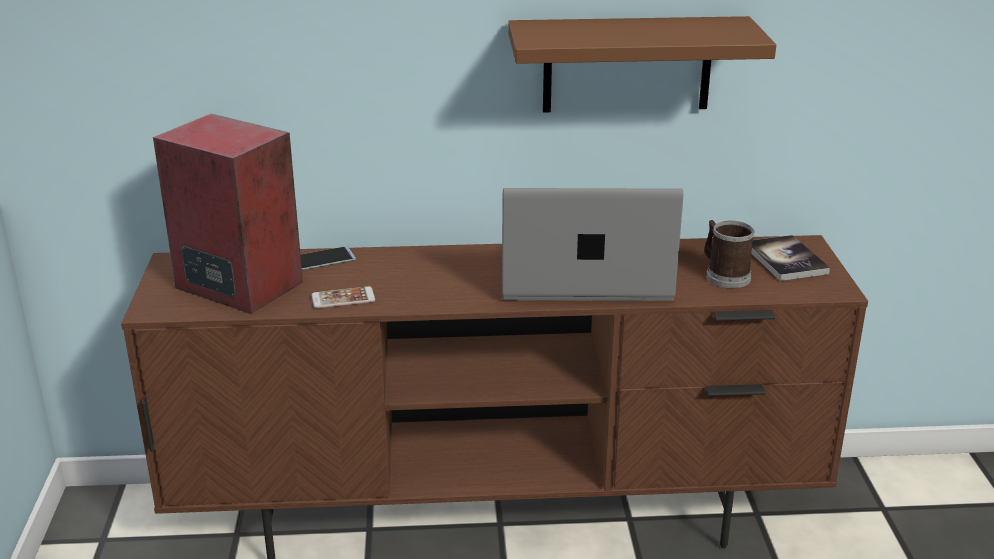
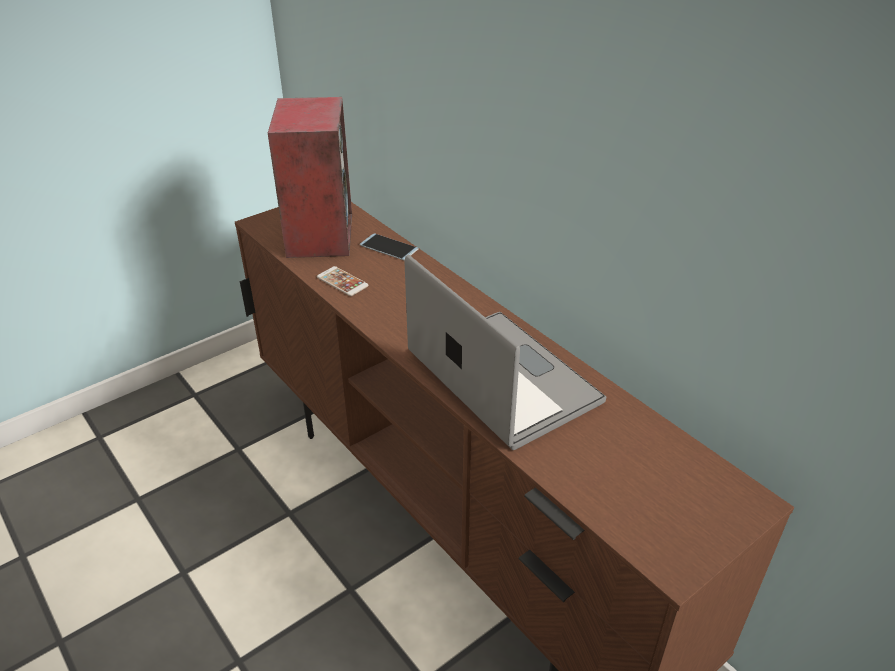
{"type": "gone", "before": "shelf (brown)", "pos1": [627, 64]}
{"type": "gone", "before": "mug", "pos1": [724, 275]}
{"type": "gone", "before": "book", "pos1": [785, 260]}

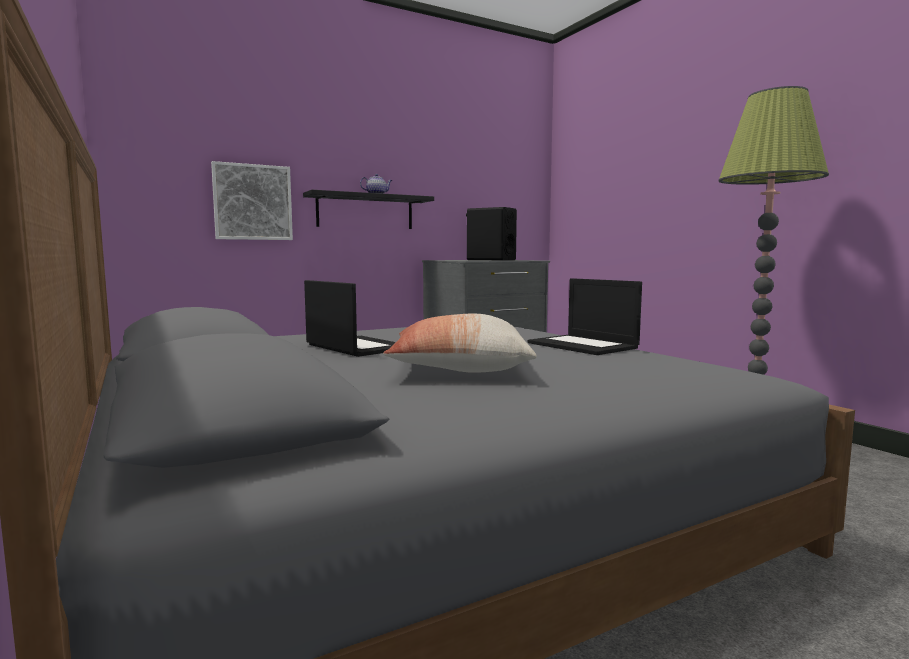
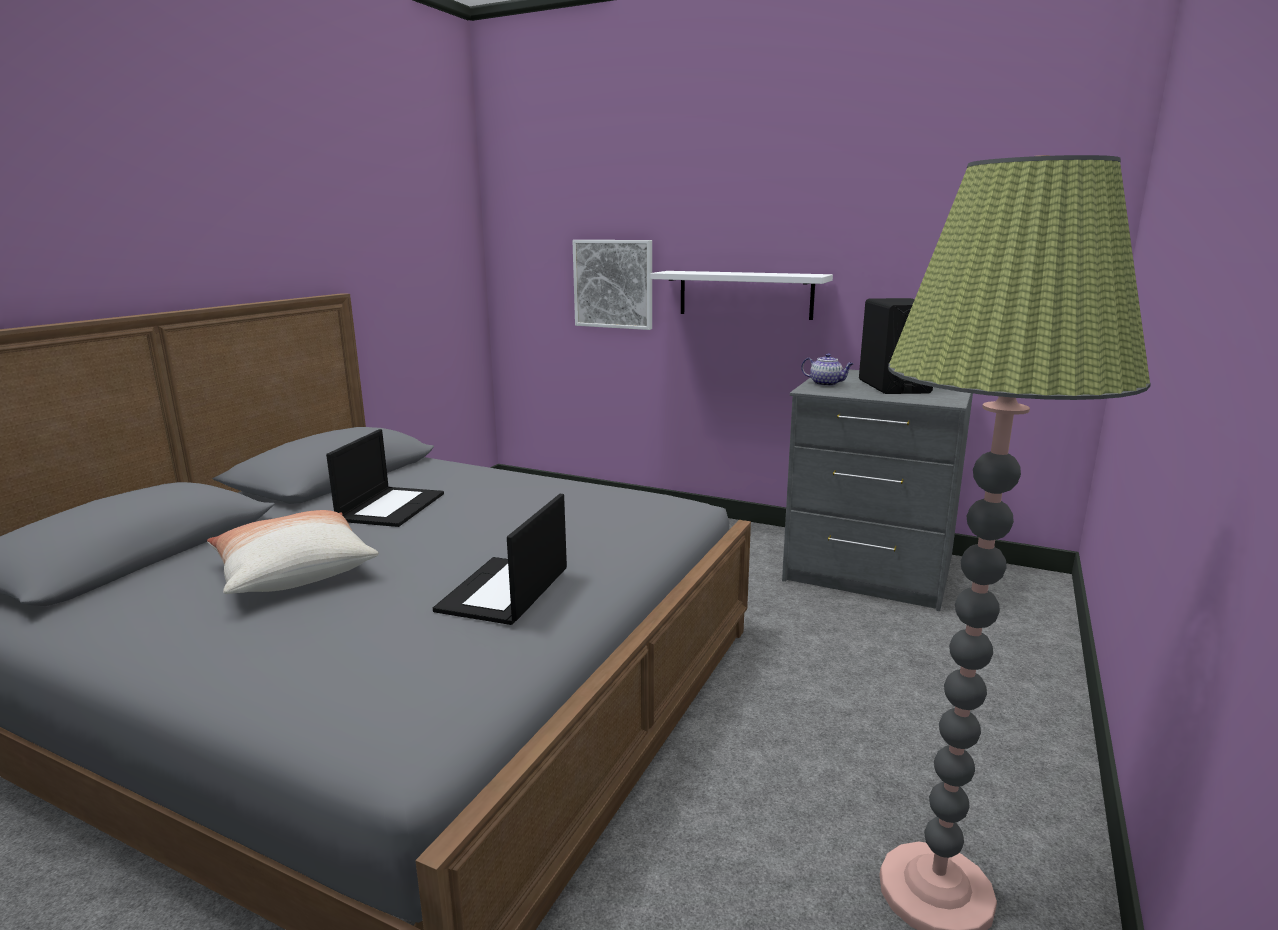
{"type": "repainted", "before": "shelf (black)", "after": "shelf (white)", "pos1": [365, 212], "pos2": [745, 294]}
{"type": "shifted", "before": "teapot", "pos1": [376, 194], "pos2": [826, 384]}

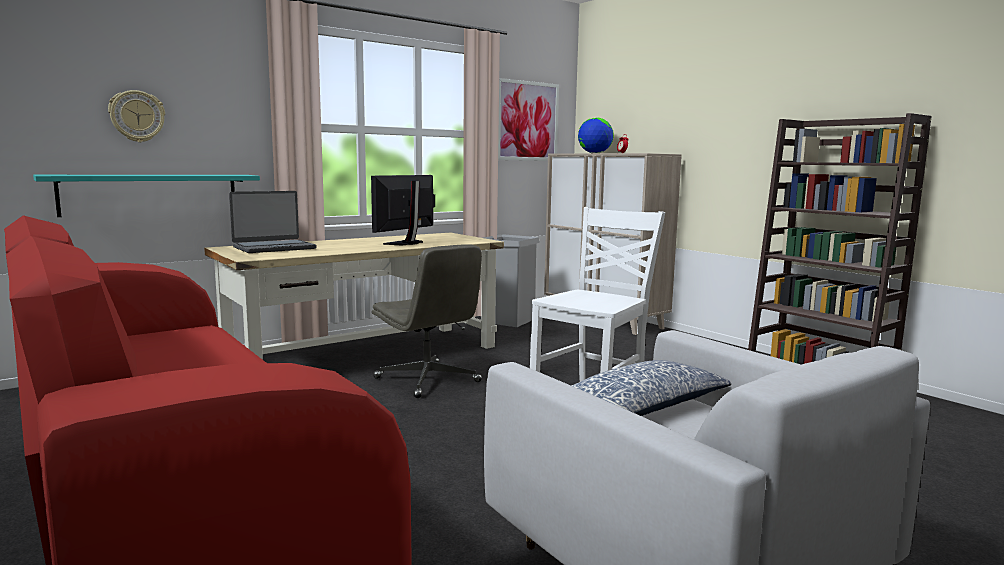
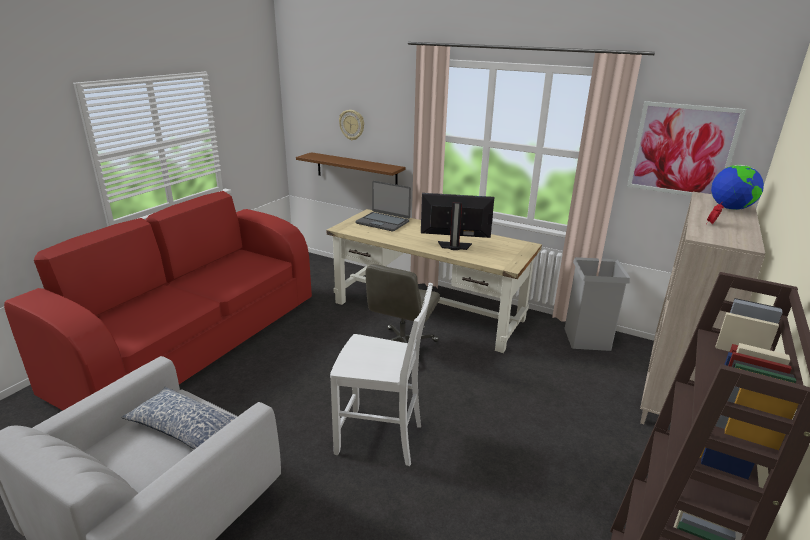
{"type": "repainted", "before": "shelf (turquoise)", "after": "shelf (brown)", "pos1": [151, 194], "pos2": [356, 170]}

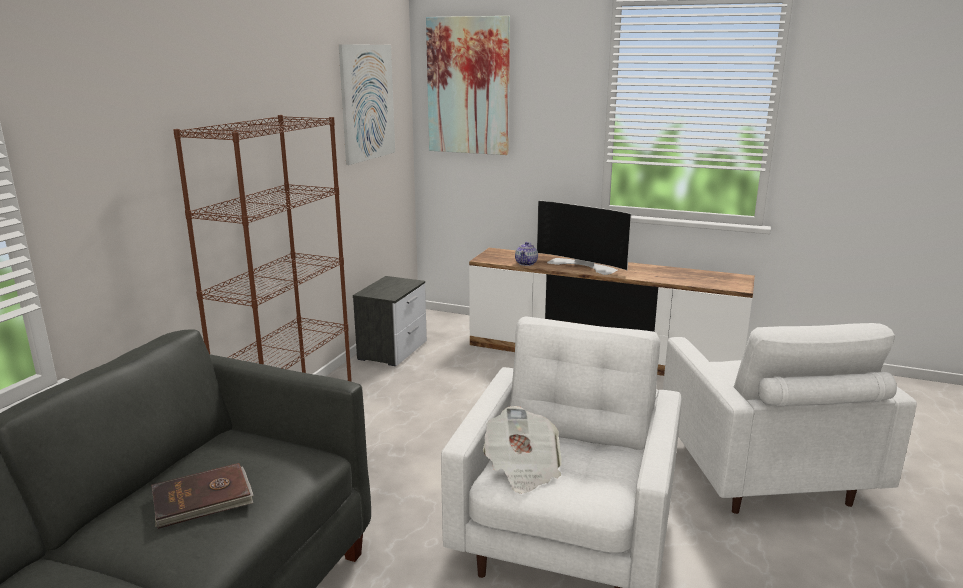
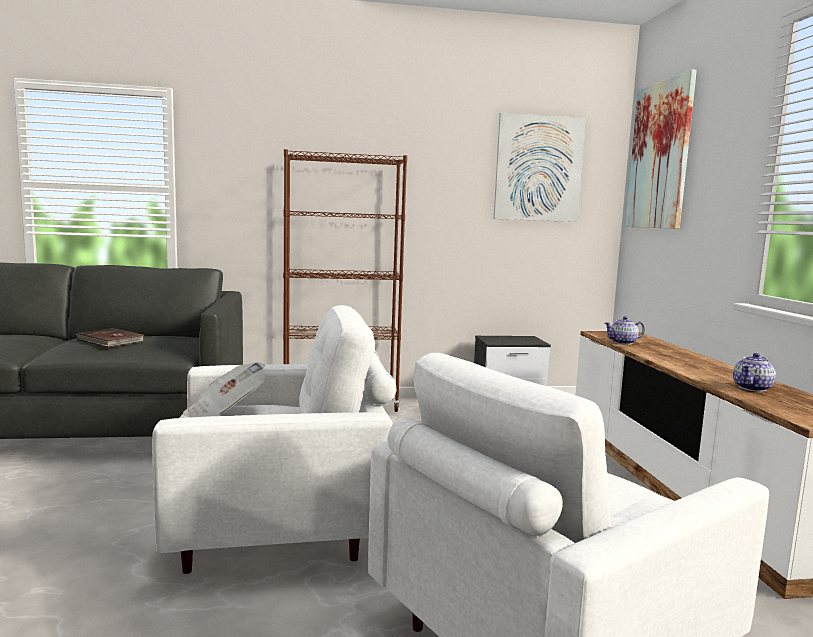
{"type": "new", "after": "teapot", "pos2": [752, 388]}
{"type": "gone", "before": "television", "pos1": [583, 265]}

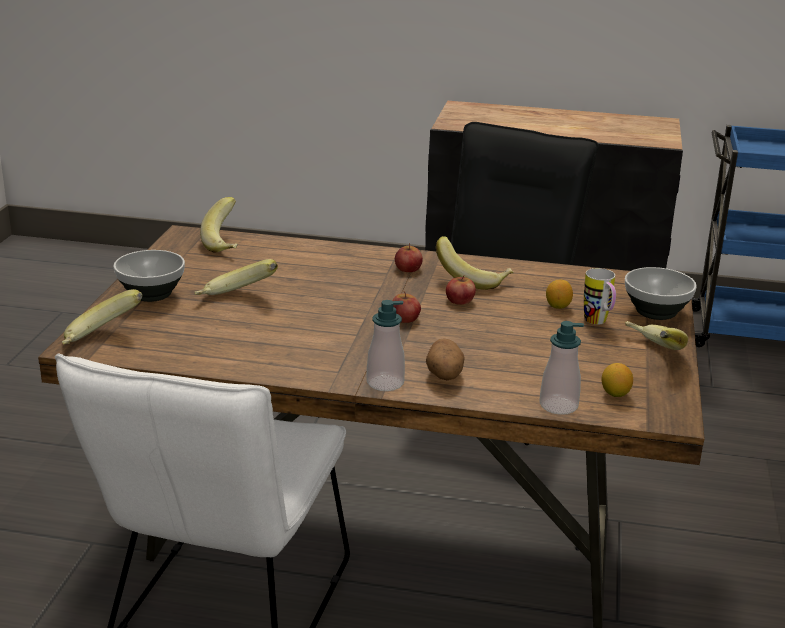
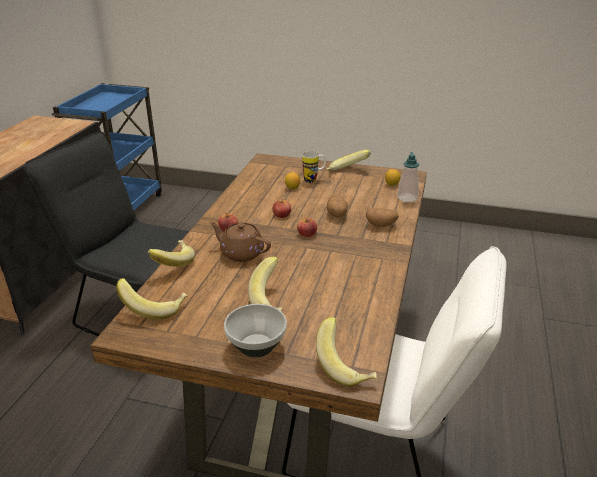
{"type": "shifted", "before": "banana", "pos1": [473, 280], "pos2": [172, 263]}
{"type": "new", "after": "teapot (brown)", "pos2": [241, 253]}
{"type": "new", "after": "potato", "pos2": [337, 215]}
{"type": "gone", "before": "soap dispenser", "pos1": [385, 383]}
{"type": "gone", "before": "bowl", "pos1": [657, 311]}

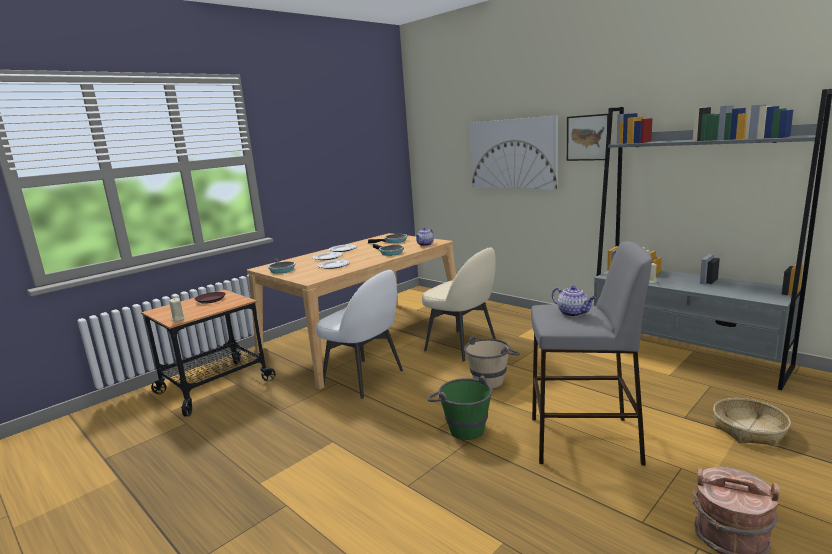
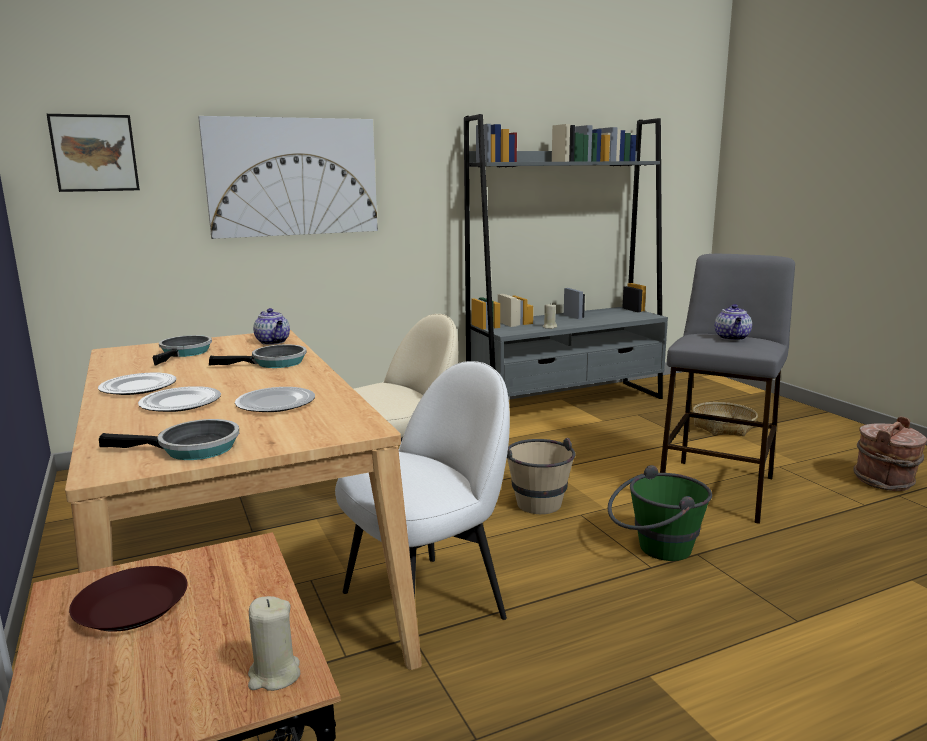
{"type": "shifted", "before": "picture", "pos1": [587, 137], "pos2": [94, 153]}
{"type": "rotated", "before": "teapot", "pos1": [573, 313], "pos2": [732, 338], "turn": 120}

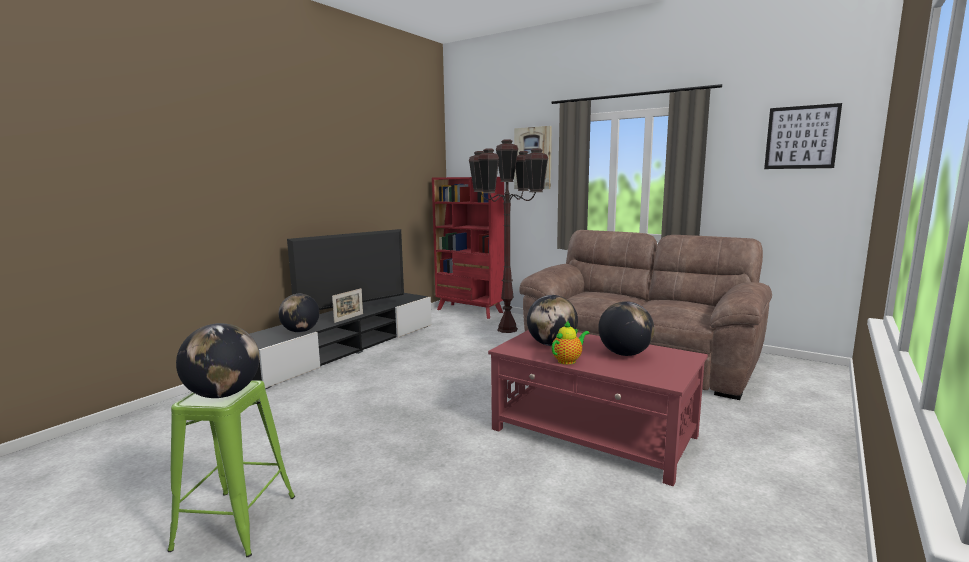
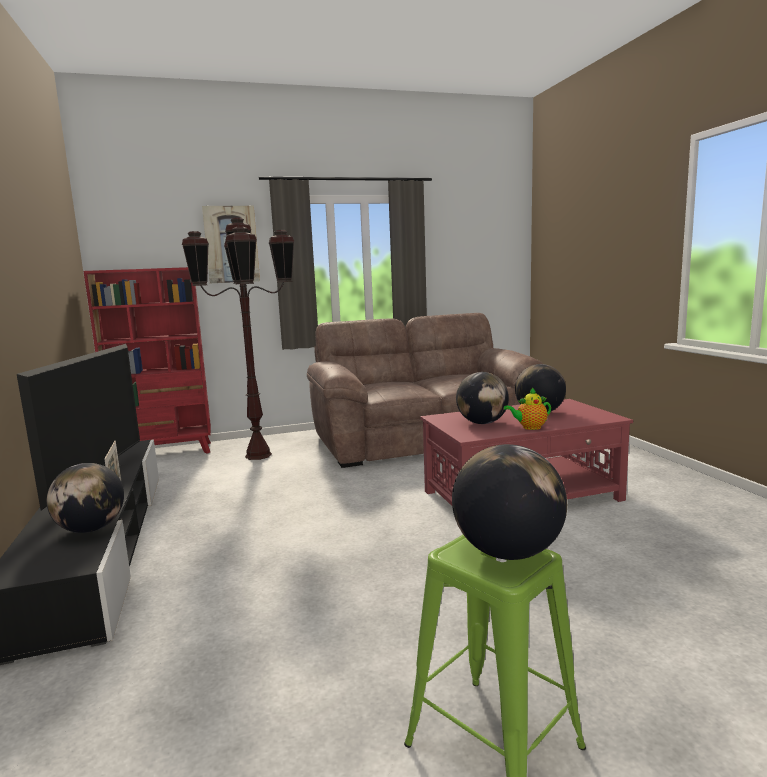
{"type": "rotated", "before": "teapot", "pos1": [568, 360], "pos2": [529, 427], "turn": -105}
{"type": "gone", "before": "picture", "pos1": [801, 137]}

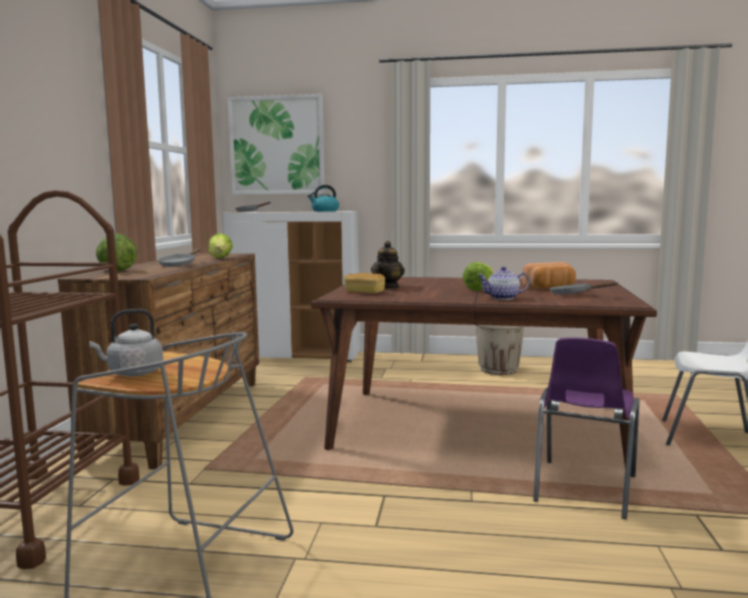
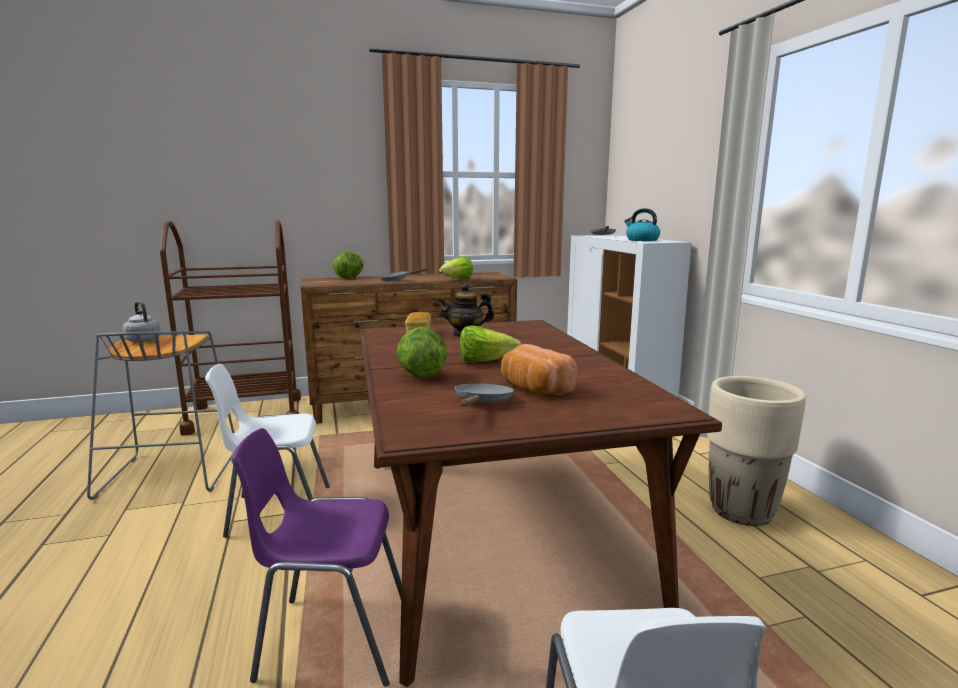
{"type": "new", "after": "chair (white)", "pos2": [277, 511]}
{"type": "swapped", "before": "teapot", "after": "lettuce", "pos1": [503, 298], "pos2": [420, 375]}
{"type": "gone", "before": "picture", "pos1": [277, 145]}

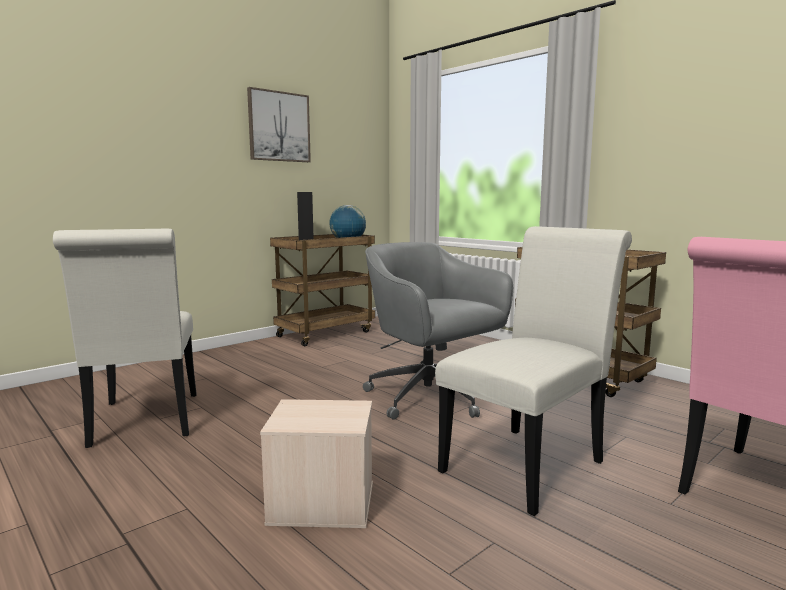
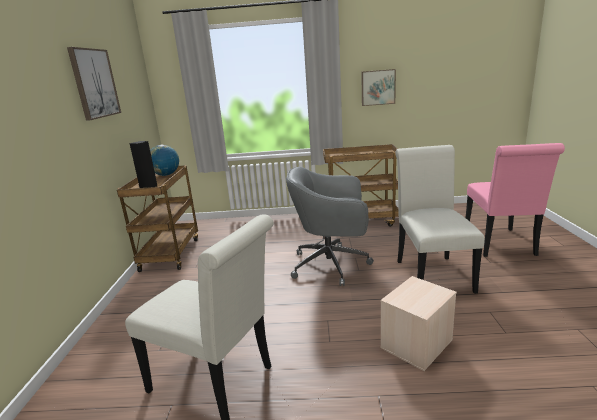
{"type": "new", "after": "picture", "pos2": [378, 87]}

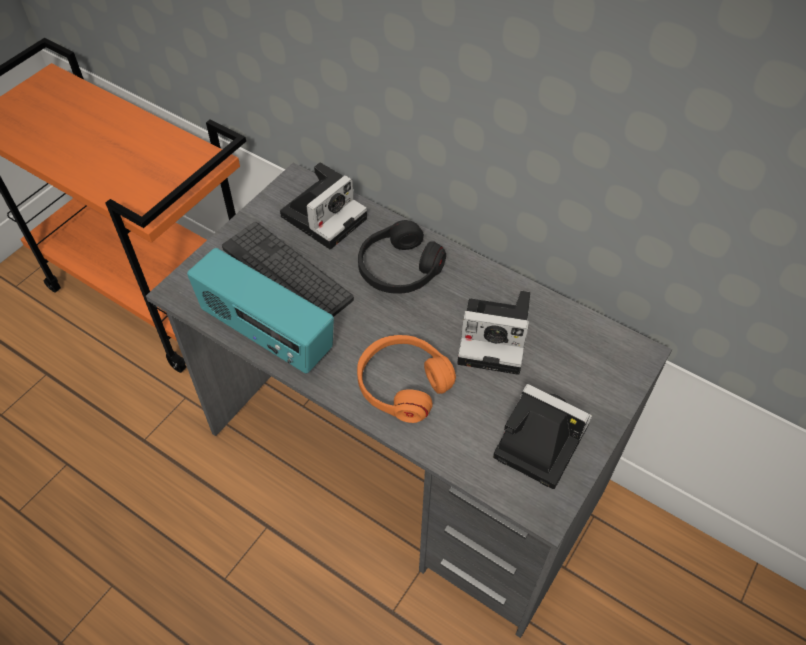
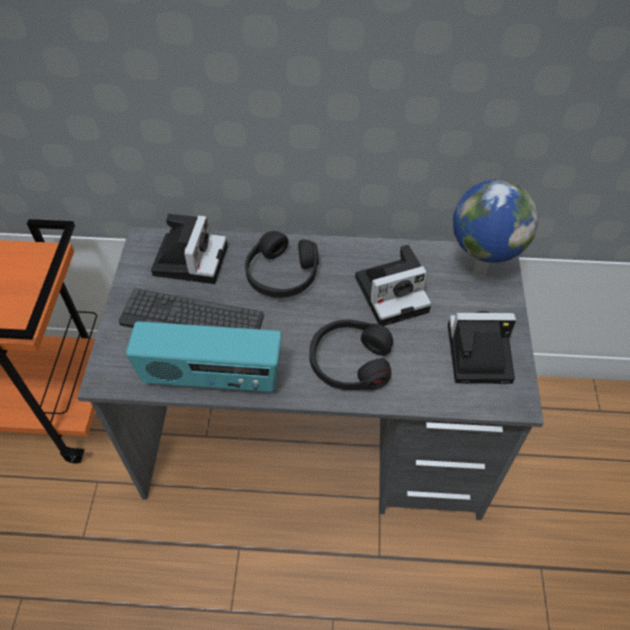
{"type": "repainted", "before": "headphones (orange)", "after": "headphones (black)", "pos1": [402, 384], "pos2": [350, 362]}
{"type": "new", "after": "globe", "pos2": [478, 272]}

